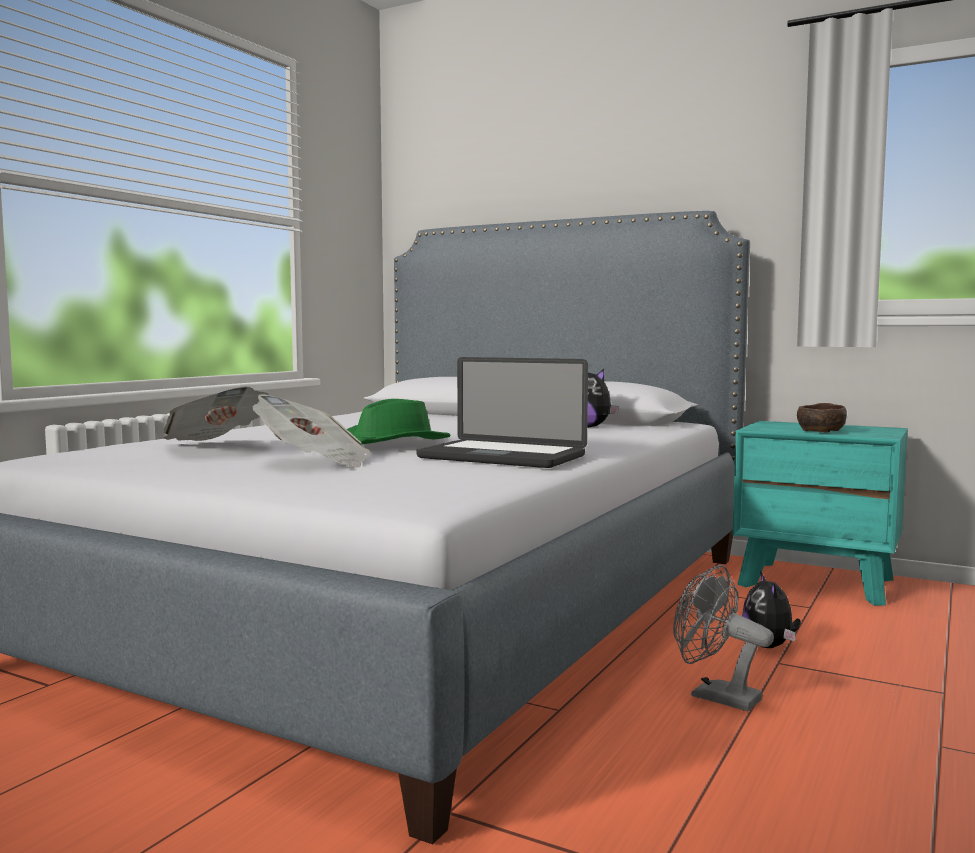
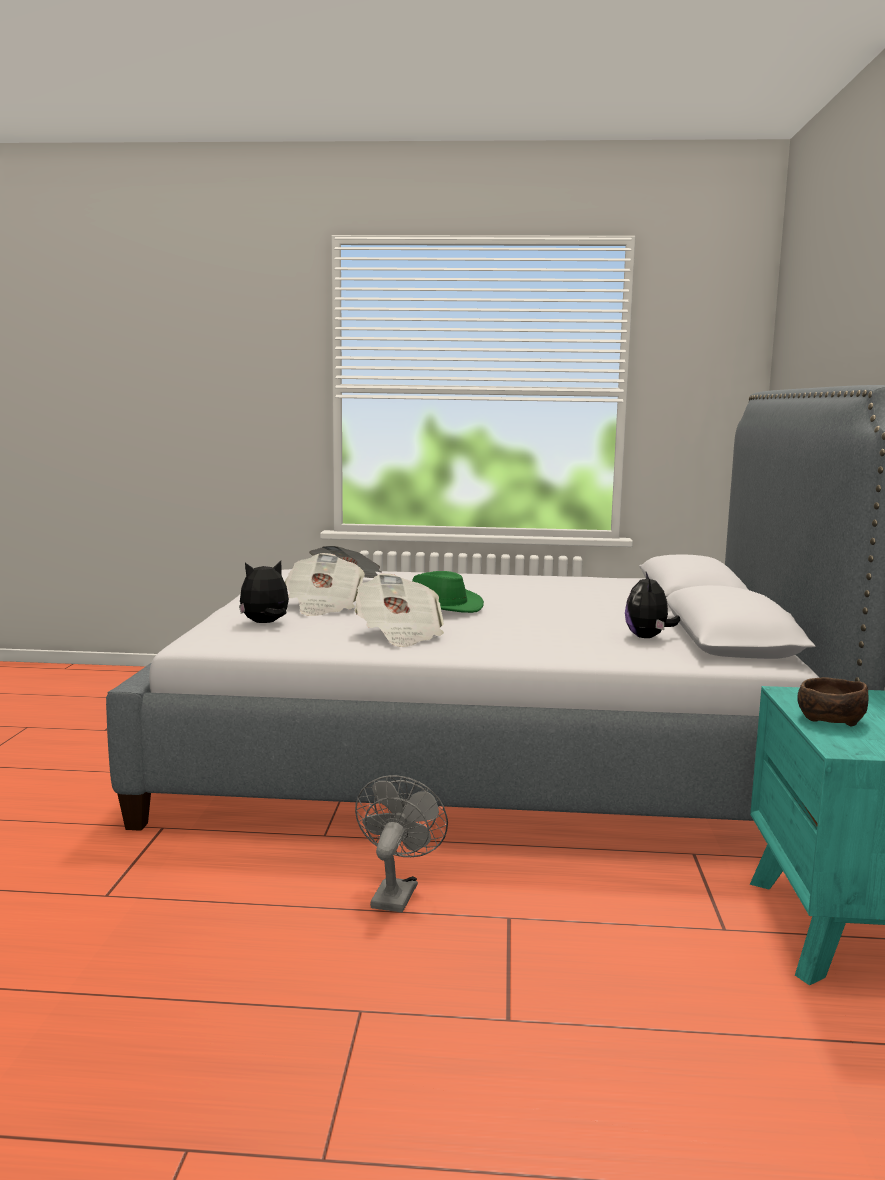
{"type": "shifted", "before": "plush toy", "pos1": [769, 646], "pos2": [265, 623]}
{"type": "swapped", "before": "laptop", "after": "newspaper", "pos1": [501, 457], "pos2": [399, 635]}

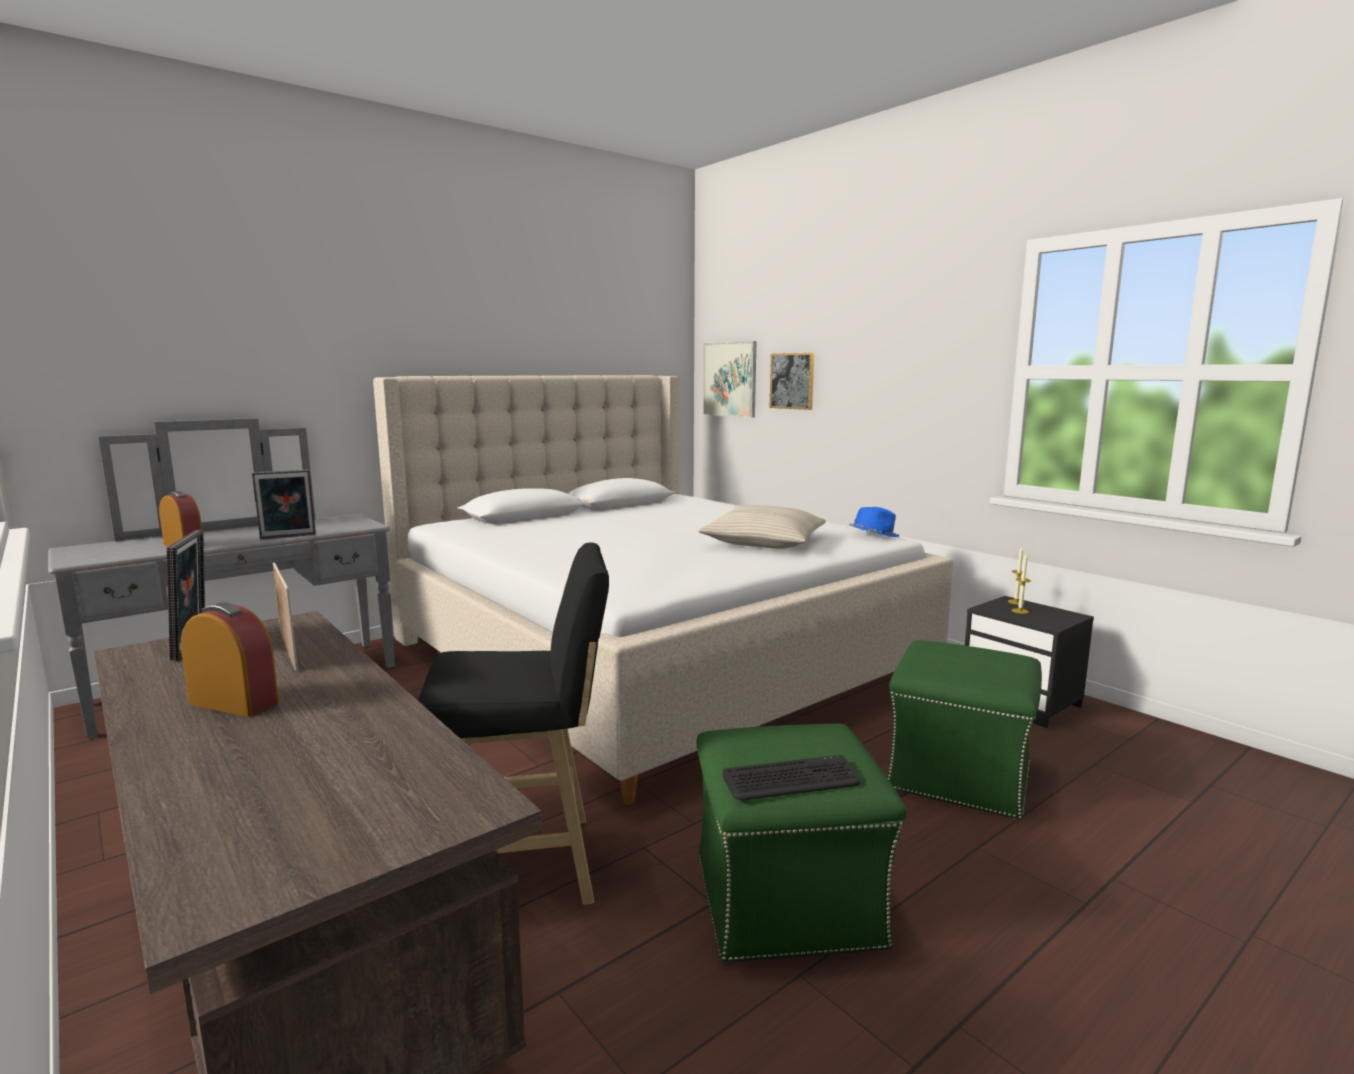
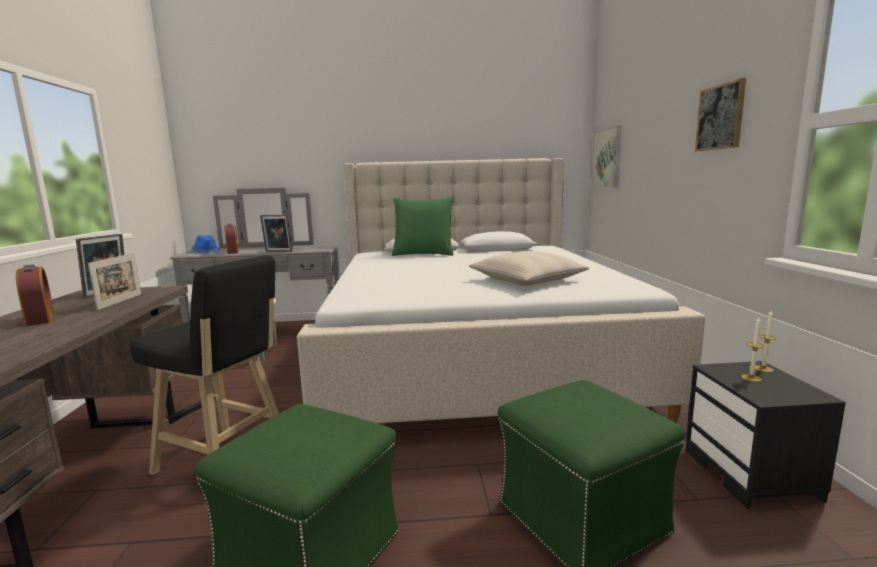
{"type": "shifted", "before": "hat (blue)", "pos1": [873, 535], "pos2": [206, 251]}
{"type": "new", "after": "pillow (green)", "pos2": [423, 254]}
{"type": "shifted", "before": "picture", "pos1": [792, 381], "pos2": [720, 117]}
{"type": "gone", "before": "keyboard", "pos1": [791, 780]}

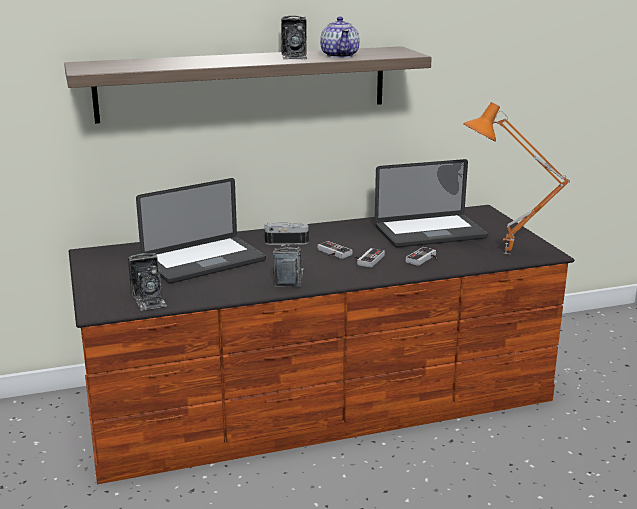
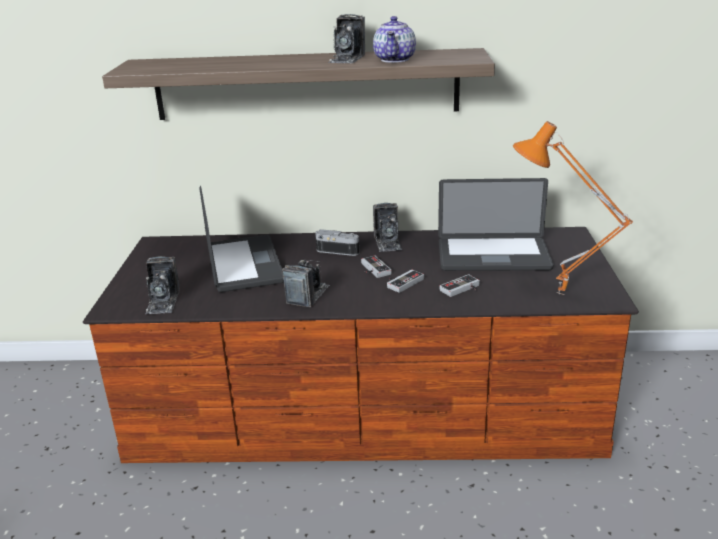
{"type": "rotated", "before": "laptop", "pos1": [204, 261], "pos2": [244, 265], "turn": -90}
{"type": "new", "after": "photo camera", "pos2": [387, 242]}

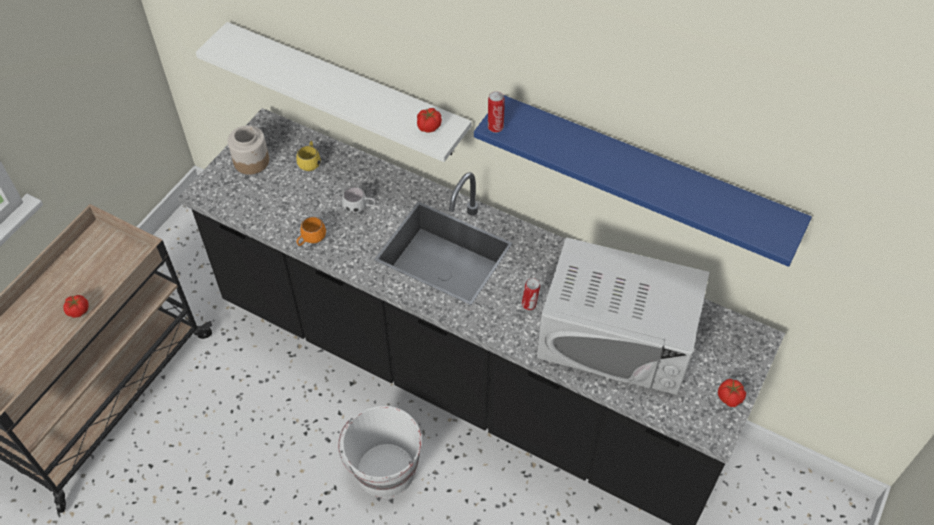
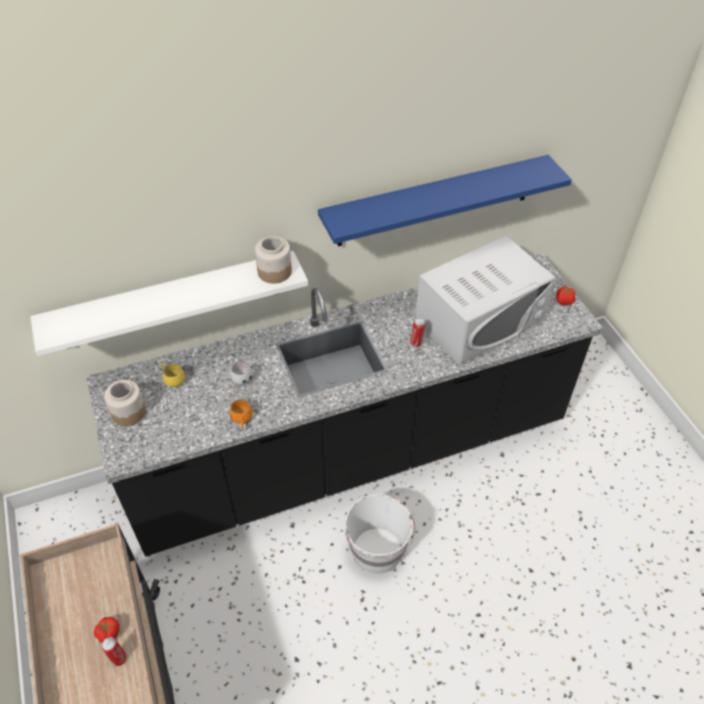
{"type": "shifted", "before": "can", "pos1": [495, 127], "pos2": [118, 658]}
{"type": "swapped", "before": "tomato", "after": "jar", "pos1": [429, 127], "pos2": [274, 272]}

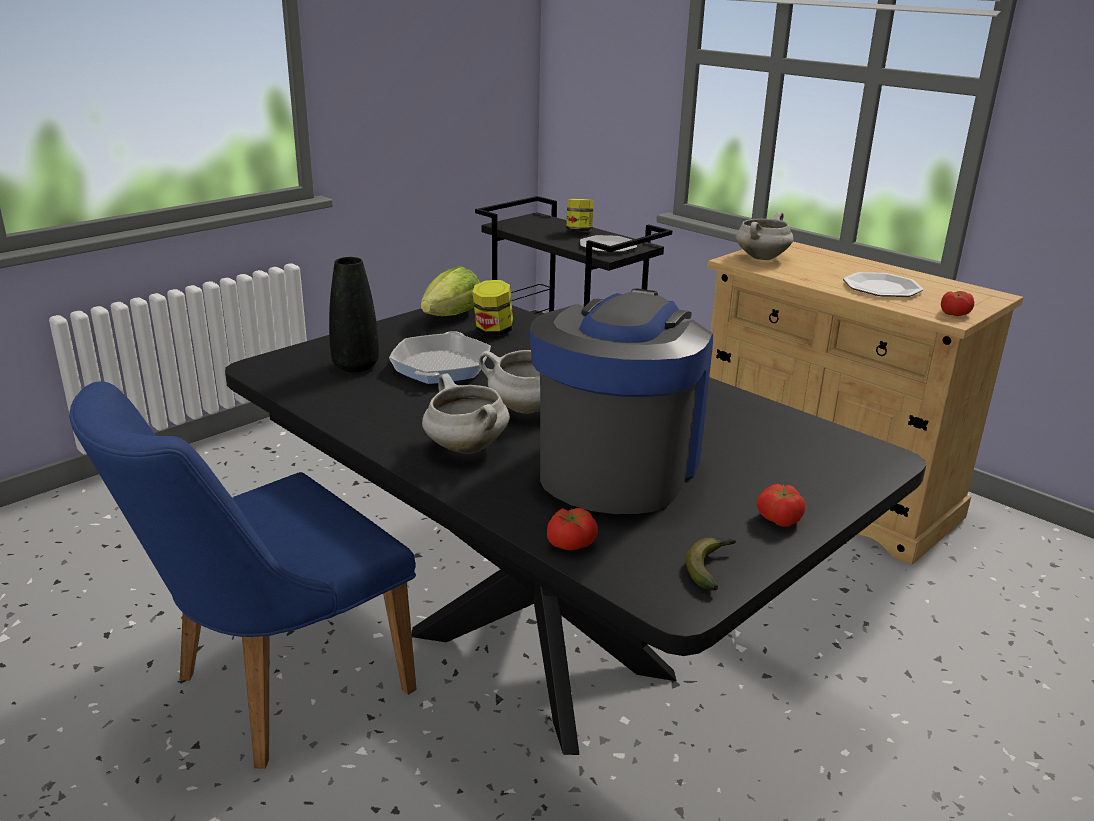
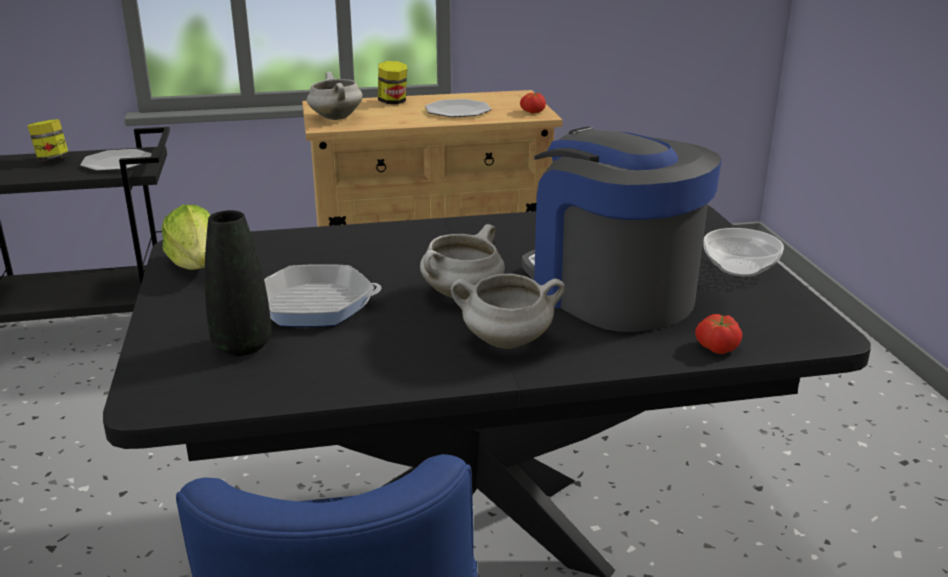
{"type": "rotated", "before": "frying pan", "pos1": [441, 366], "pos2": [314, 304], "turn": 135}
{"type": "shifted", "before": "jar", "pos1": [493, 331], "pos2": [393, 102]}
{"type": "swapped", "before": "tomato", "after": "bowl", "pos1": [778, 519], "pos2": [741, 268]}
{"type": "gone", "before": "banana", "pos1": [710, 567]}

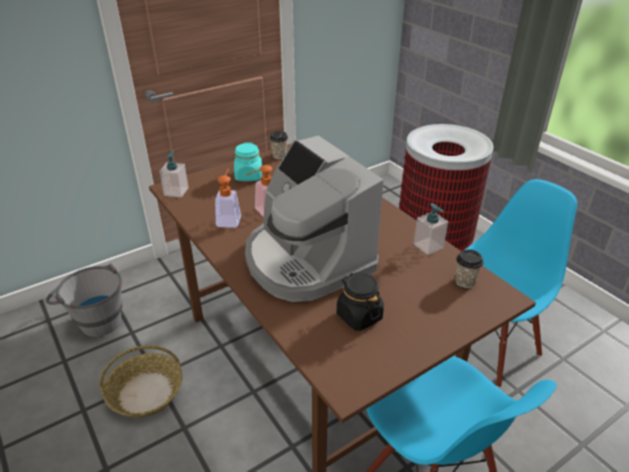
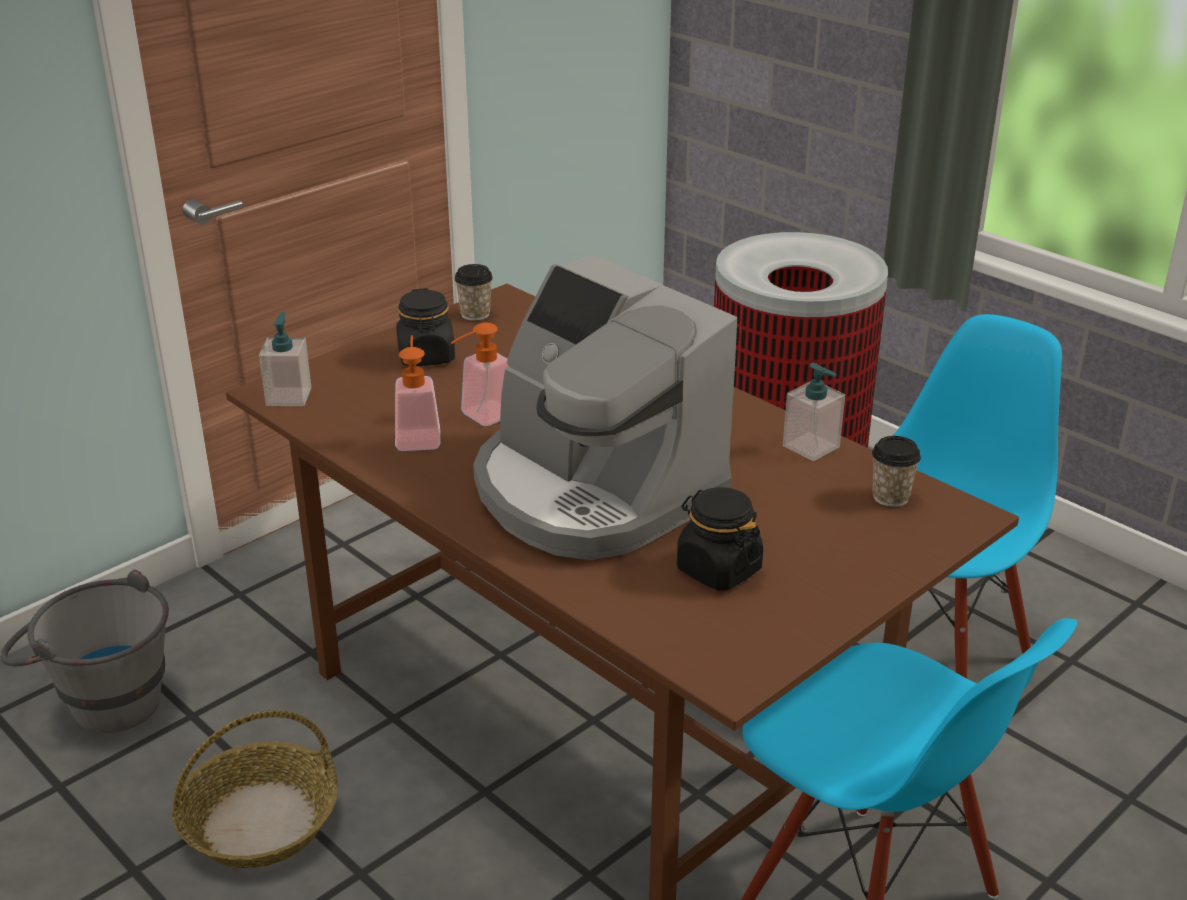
{"type": "repainted", "before": "jar (turquoise)", "after": "jar (black)", "pos1": [249, 176], "pos2": [426, 356]}

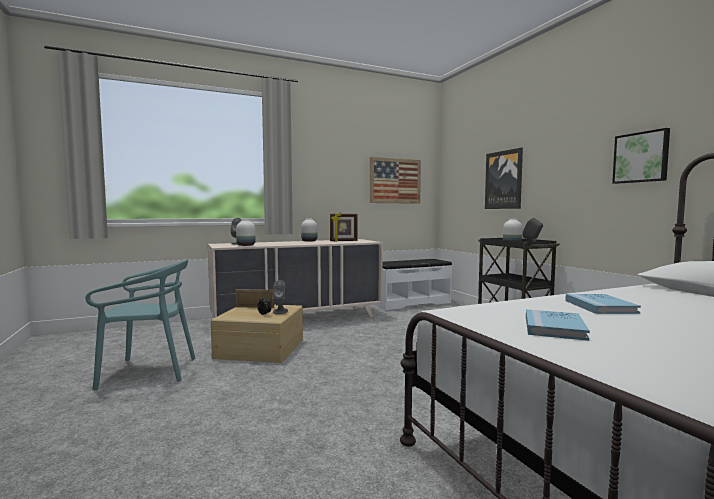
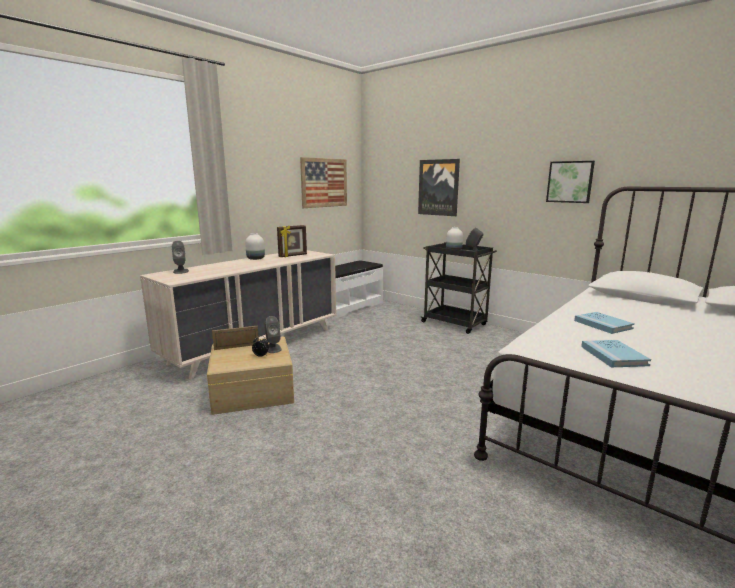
{"type": "gone", "before": "chair (turquoise)", "pos1": [148, 371]}
{"type": "gone", "before": "vase (white)", "pos1": [246, 245]}

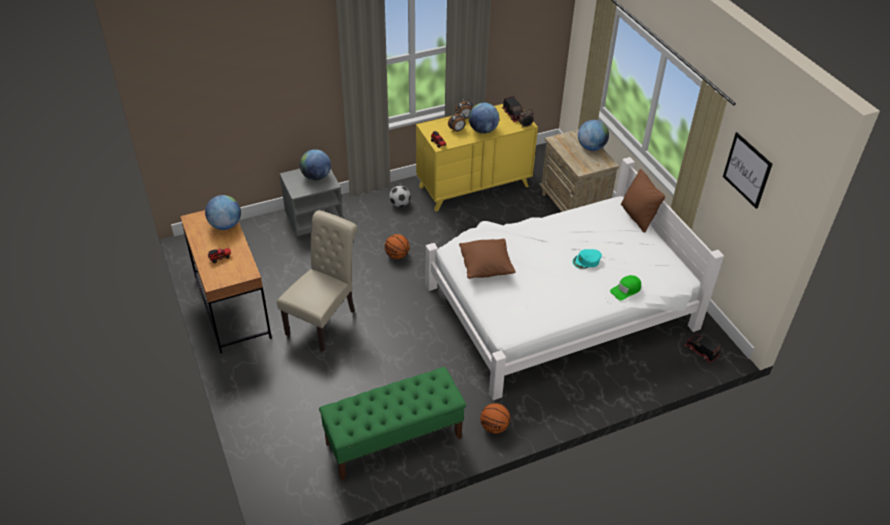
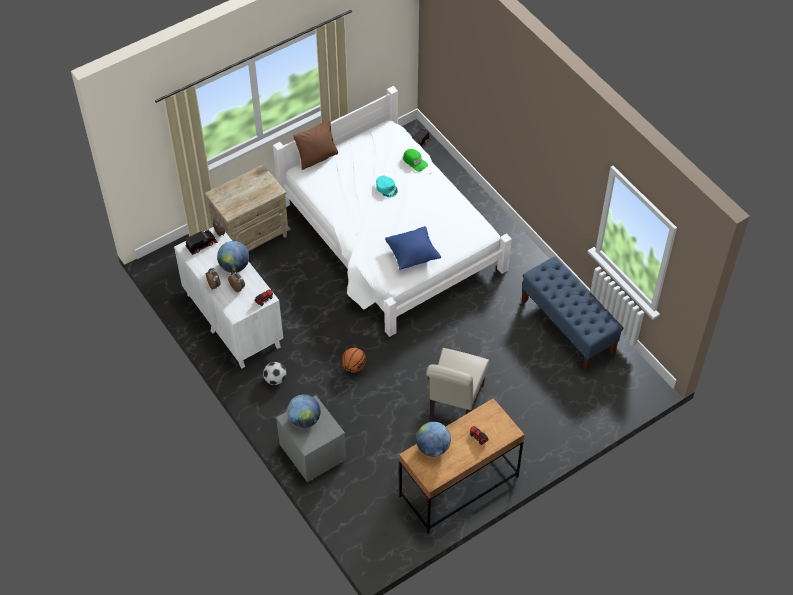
{"type": "repainted", "before": "dresser (yellow)", "after": "dresser (white)", "pos1": [474, 186], "pos2": [233, 320]}
{"type": "repainted", "before": "pillow (brown)", "after": "pillow (blue)", "pos1": [486, 268], "pos2": [412, 255]}
{"type": "rotated", "before": "chair (beige)", "pos1": [324, 320], "pos2": [454, 406], "turn": -90}
{"type": "repainted", "before": "bench (green)", "after": "bench (blue)", "pos1": [393, 440], "pos2": [568, 328]}
{"type": "gone", "before": "basketball", "pos1": [494, 427]}
{"type": "gone", "before": "globe", "pos1": [591, 147]}
{"type": "gone", "before": "picture", "pos1": [747, 170]}

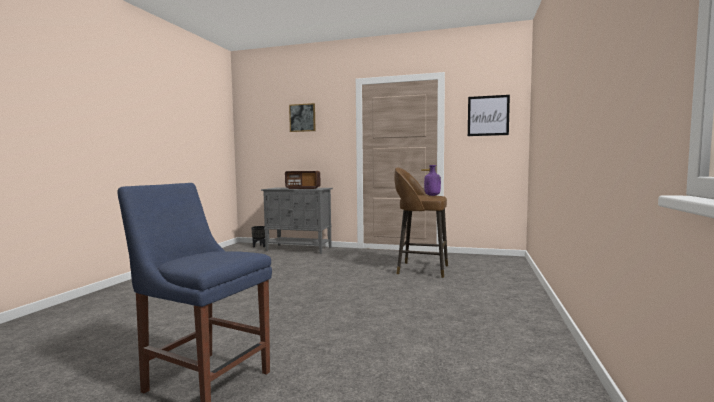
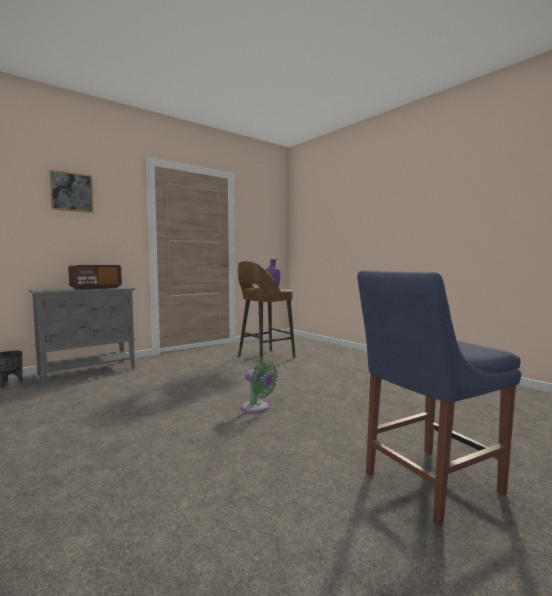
{"type": "new", "after": "fan (green)", "pos2": [257, 408]}
{"type": "gone", "before": "picture", "pos1": [488, 115]}

